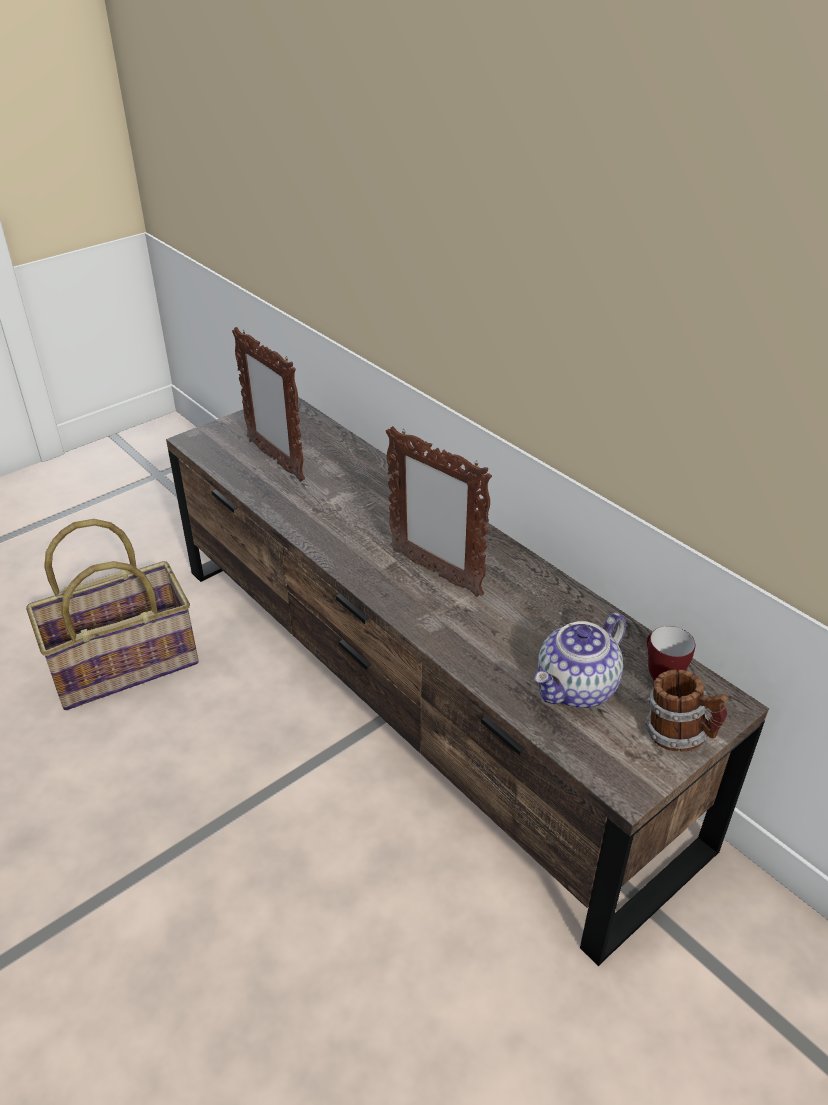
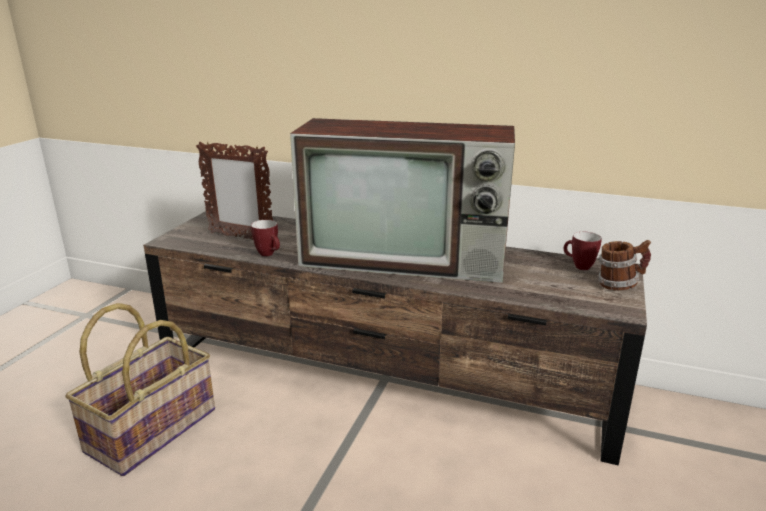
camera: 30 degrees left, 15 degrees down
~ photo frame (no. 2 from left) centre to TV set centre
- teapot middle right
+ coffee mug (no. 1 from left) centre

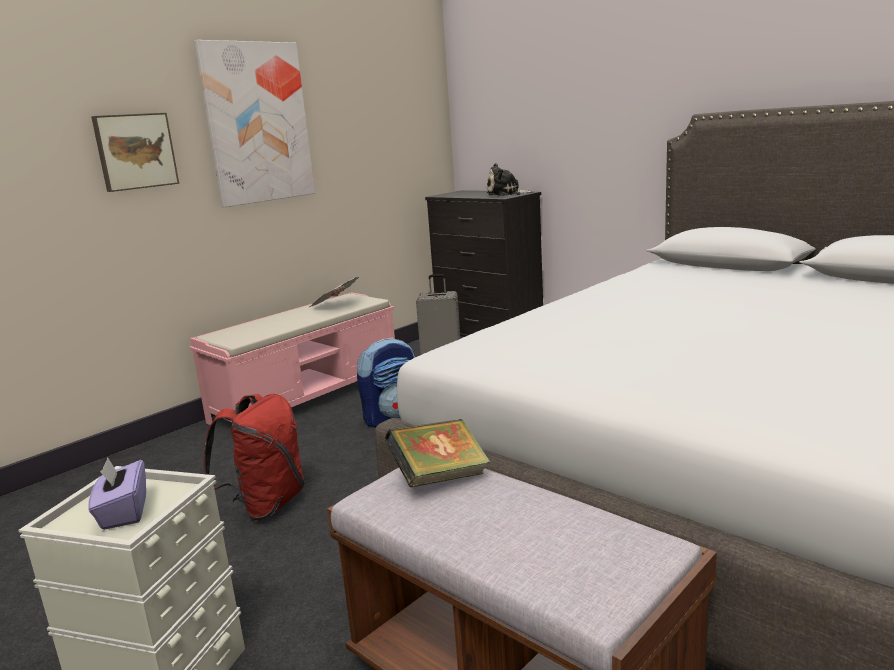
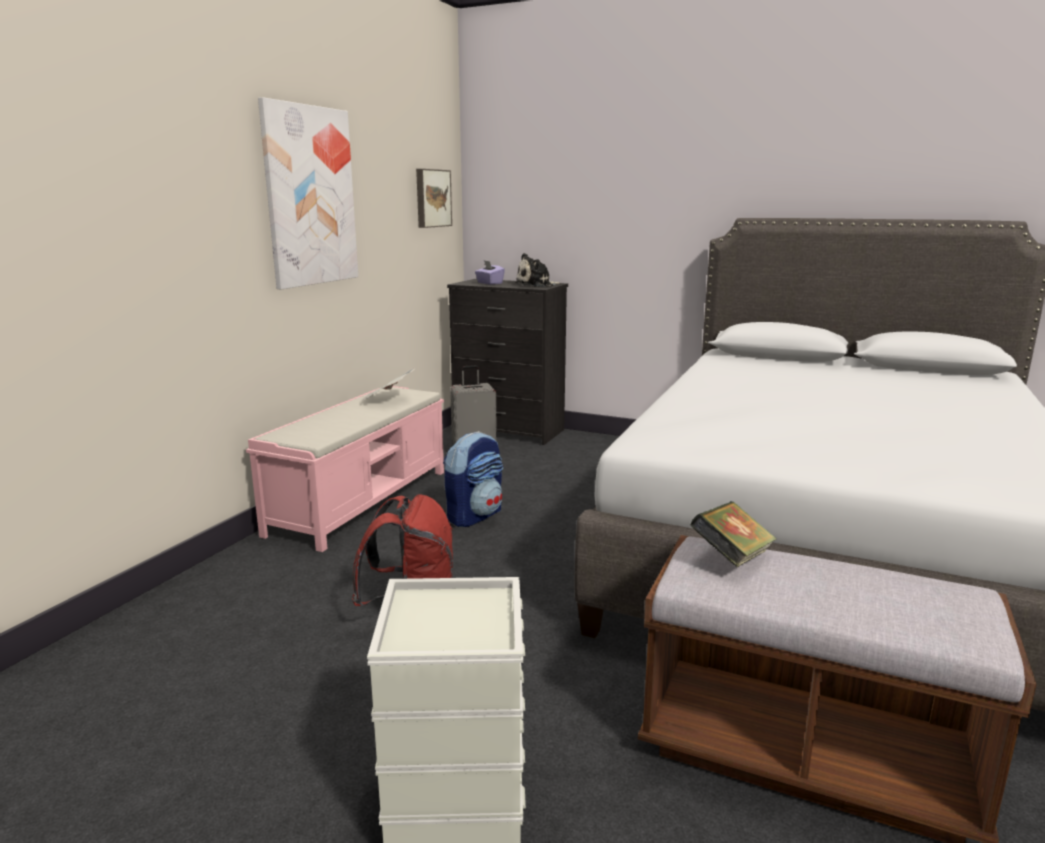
camera: 20 degrees left, 0 degrees up
~ wall art (no. 1 from left in the first image) top left to wall art (no. 2 from left) top centre
~ purple tissue holder bottom left to top centre

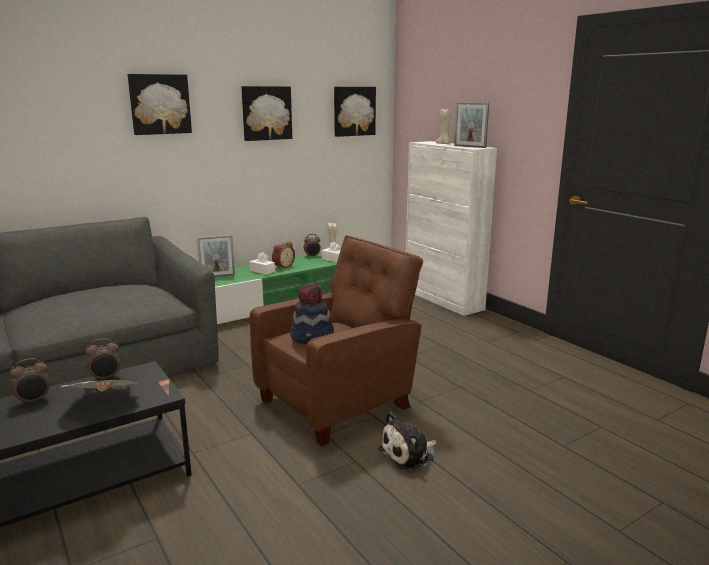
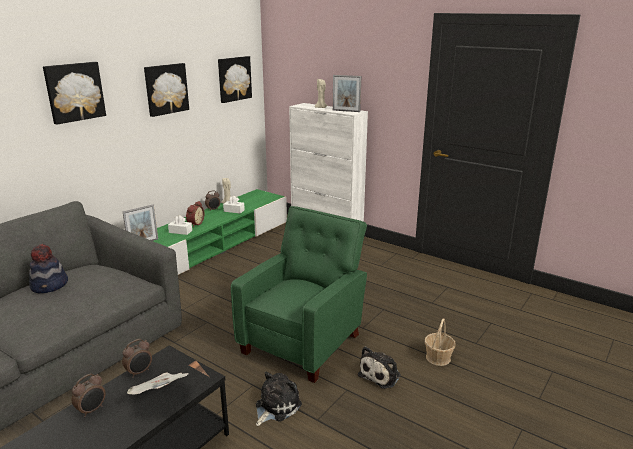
camera: 20 degrees left, 5 degrees up
~ brown-coloured lounge chair centre to green-coloured lounge chair centre
~ wearable hat centre to middle left
+ storage basket bottom right
+ plush toy (no. 1 from left) bottom centre

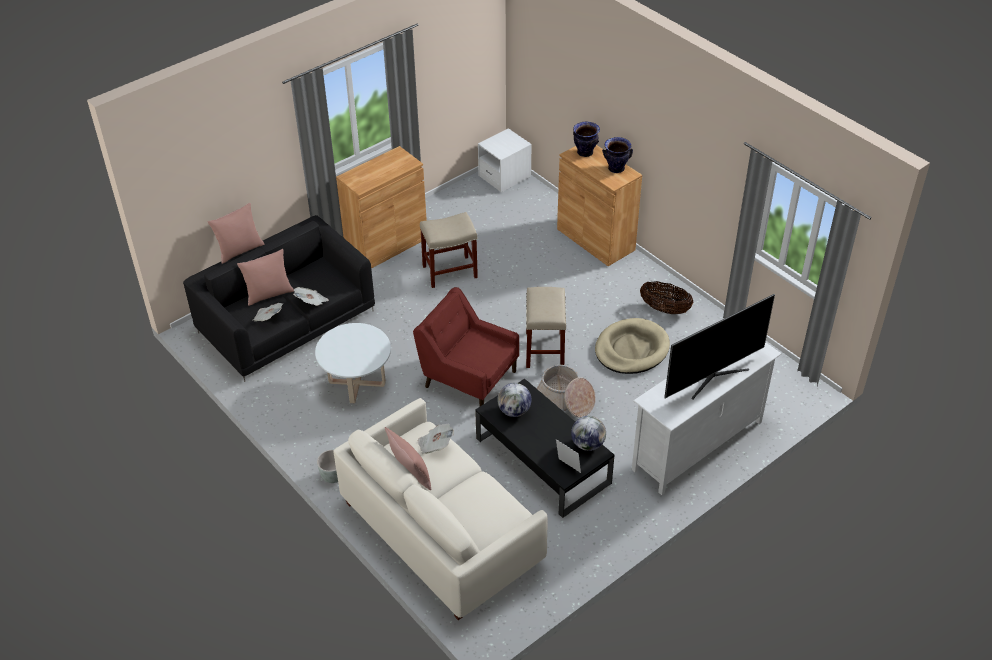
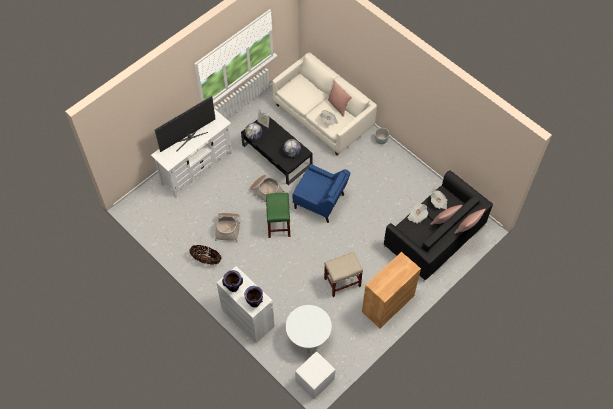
camera: 175 degrees right, 15 degrees up
~ brown-coloured cabinet (no. 2 from left) top centre to white cabinet bottom centre
~ reddish lounge chair centre to bluish lounge chair centre
~ beige stool seat (no. 2 from left) centre to green-coloured stool seat centre
~ beige pet bed centre to storage basket (no. 2 from left) centre
~ white coffee table centre to bottom centre

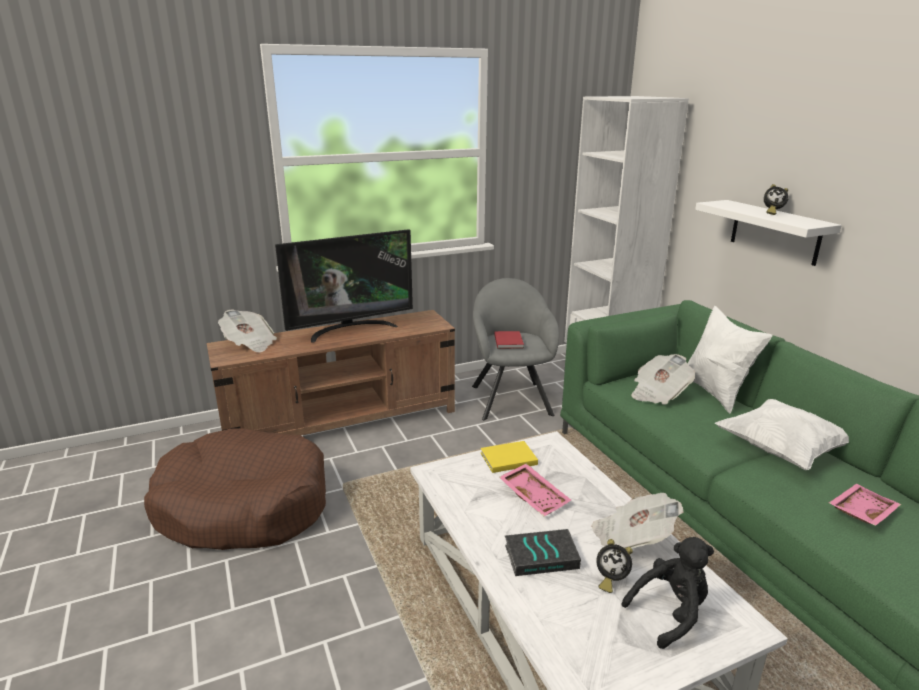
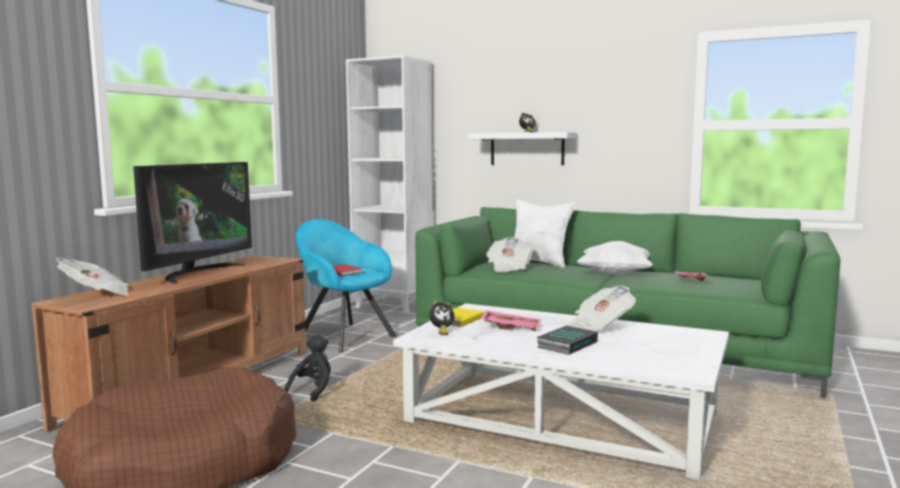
camera: 40 degrees left, 15 degrees down
~ gray lounge chair centre to turquoise lounge chair centre
~ black plush toy bottom right to bottom centre
~ bedside clock (no. 1 from left) bottom right to centre

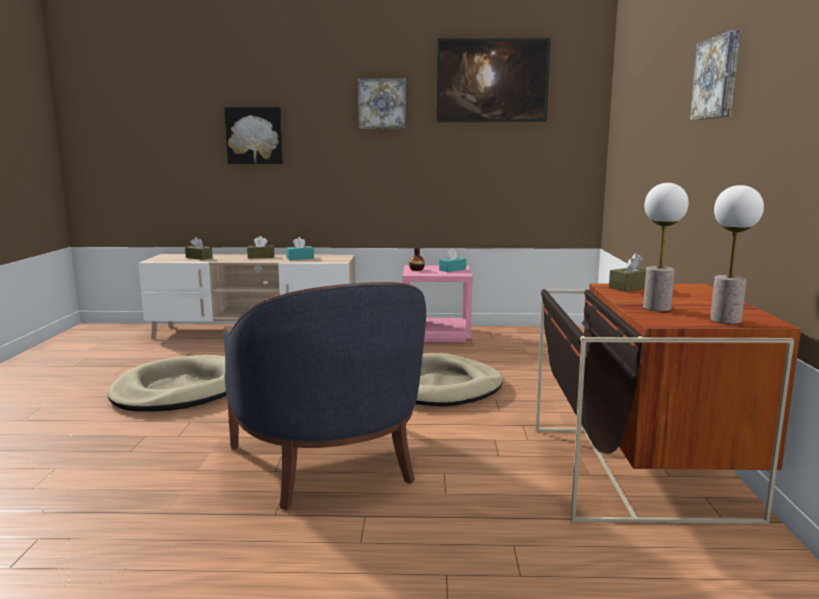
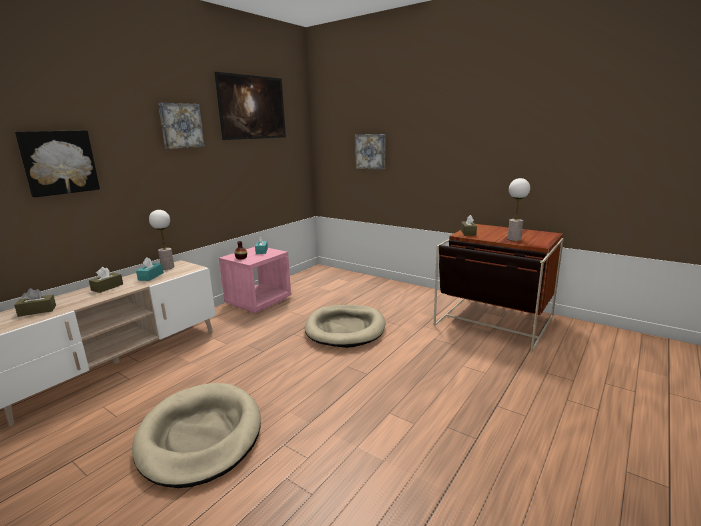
camera: 55 degrees left, 5 degrees up
~ wall art (no. 4 from left) top right to top centre
~ lamp for a table (no. 2 from left in the first image) middle right to lamp for a table (no. 1 from left) middle left
- bluish lounge chair centre

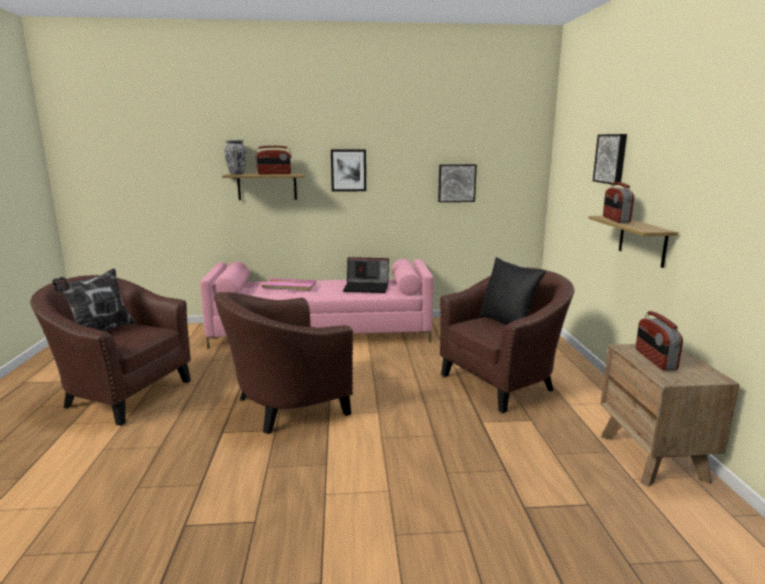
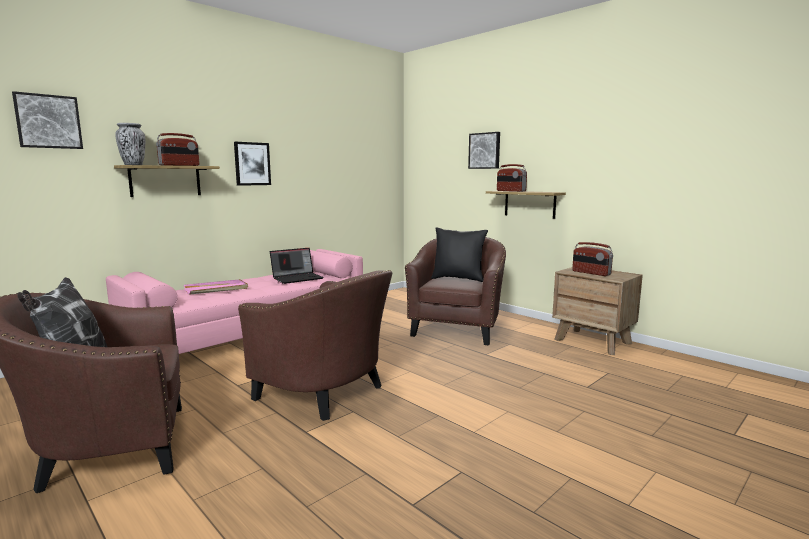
camera: 40 degrees left, 5 degrees down
~ wall art (no. 2 from left in the first image) top centre to wall art (no. 1 from left) top left
~ brown-coloured lounge chair (no. 2 from left) centre = centre 75 degrees counterclockwise

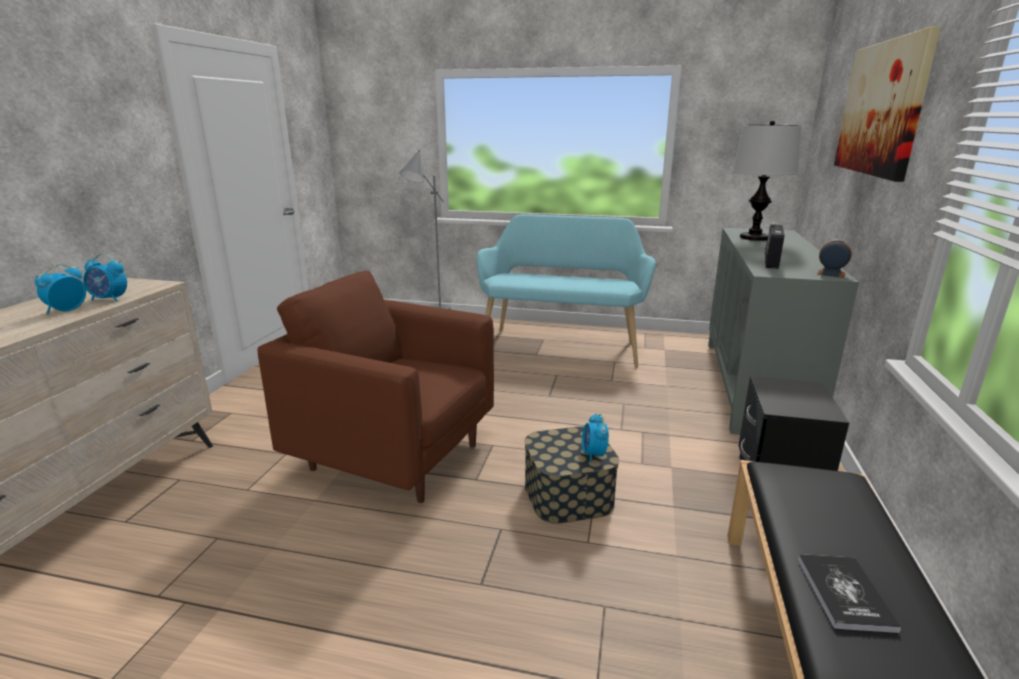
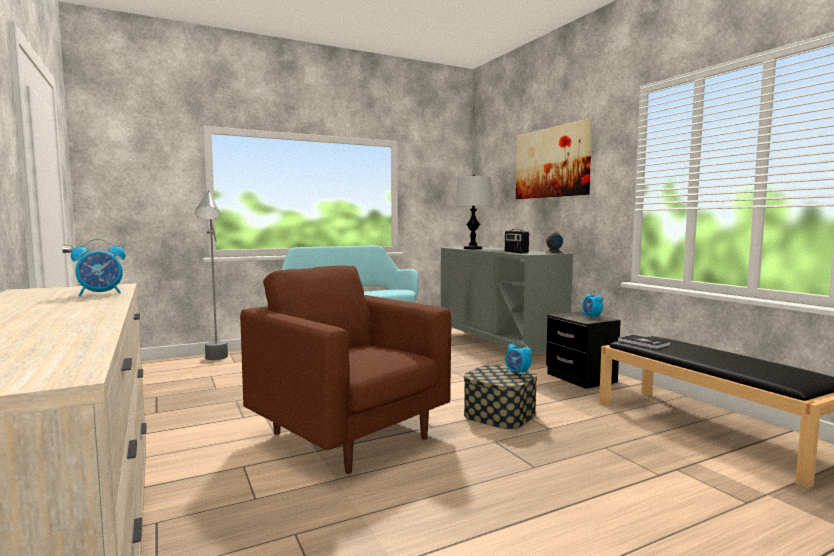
camera: 40 degrees left, 15 degrees down
~ bedside clock (no. 1 from left in the first image) middle left to bedside clock (no. 4 from left) middle right
~ brown-coloured lounge chair centre = centre 60 degrees clockwise
~ bound book bottom right to middle right

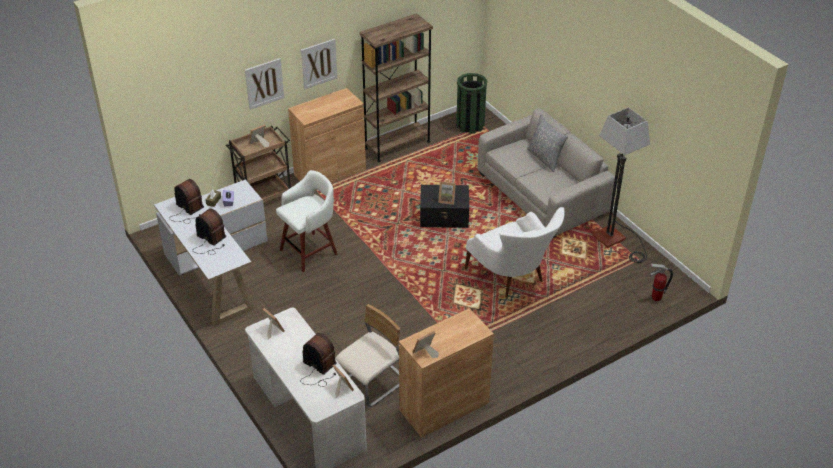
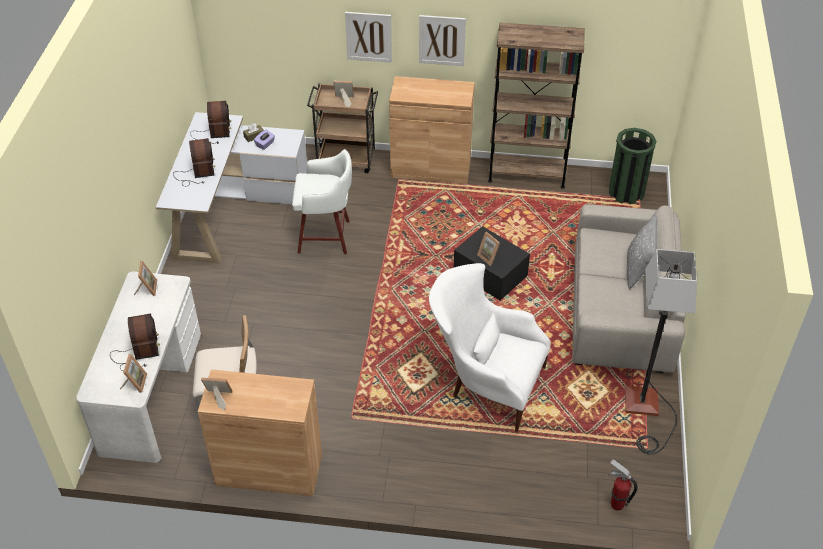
camera: 40 degrees right, 5 degrees up
~ white lounge chair centre = centre 105 degrees clockwise

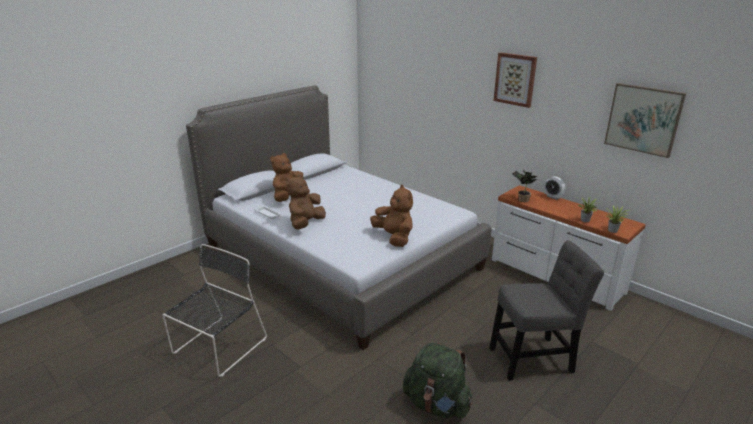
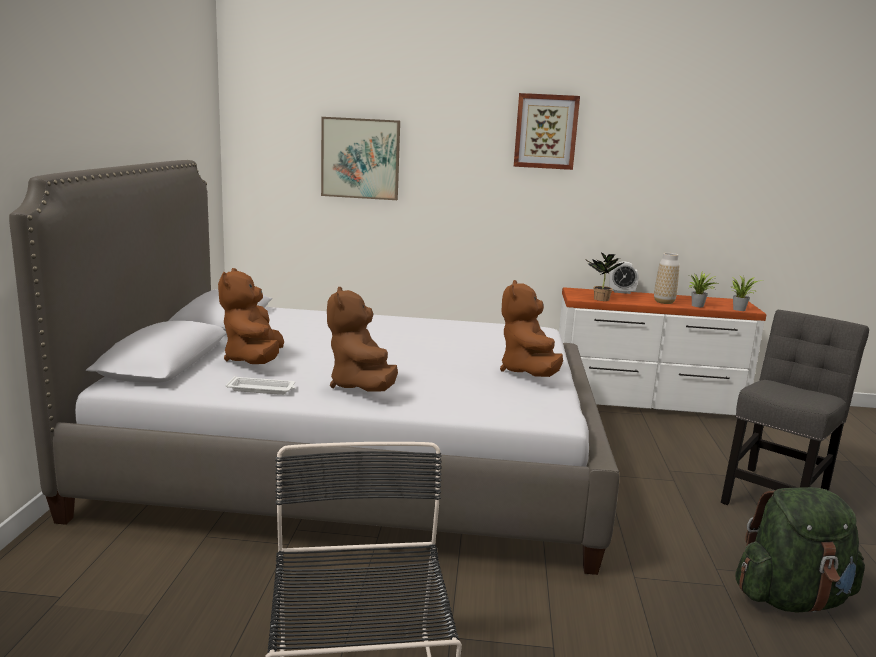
camera: 40 degrees left, 10 degrees down
~ wall art (no. 2 from left in the first image) top right to wall art (no. 1 from left) top centre
~ brown-coloured plush toy (no. 3 from left) centre = centre 105 degrees counterclockwise
+ decorative vase middle right

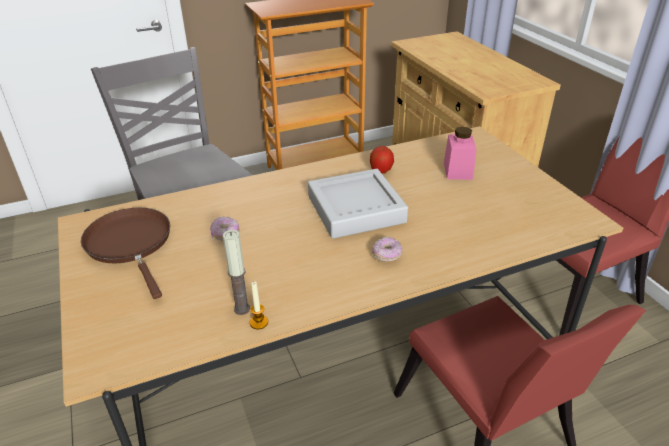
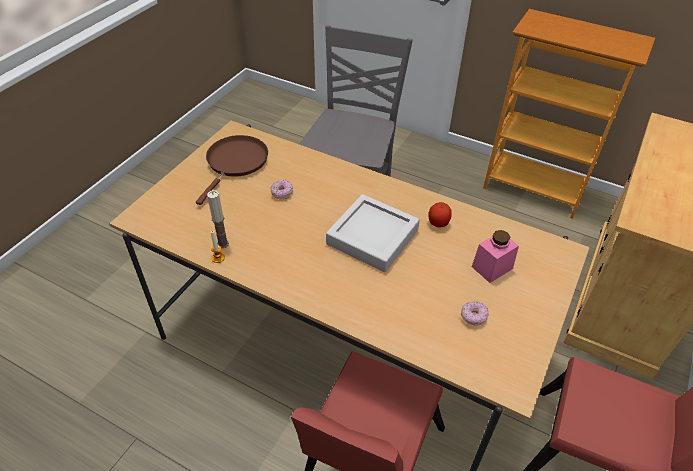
camera: 50 degrees right, 10 degrees up
~ doughnut (no. 2 from left) centre to middle right

